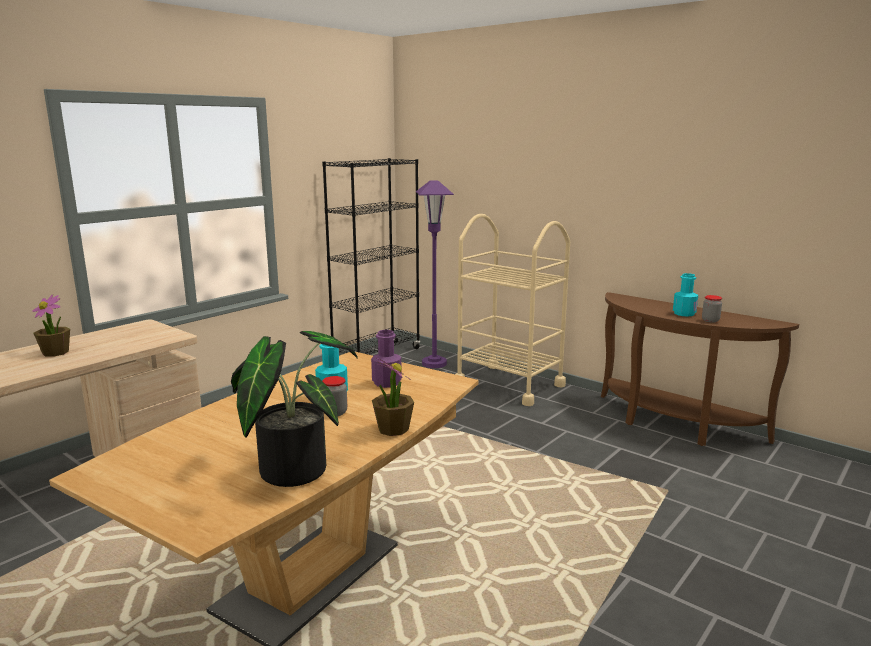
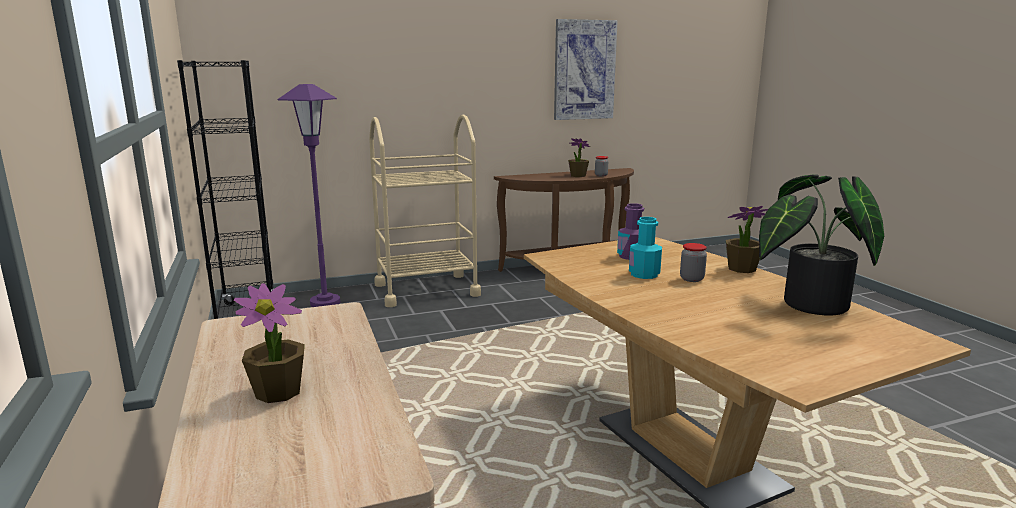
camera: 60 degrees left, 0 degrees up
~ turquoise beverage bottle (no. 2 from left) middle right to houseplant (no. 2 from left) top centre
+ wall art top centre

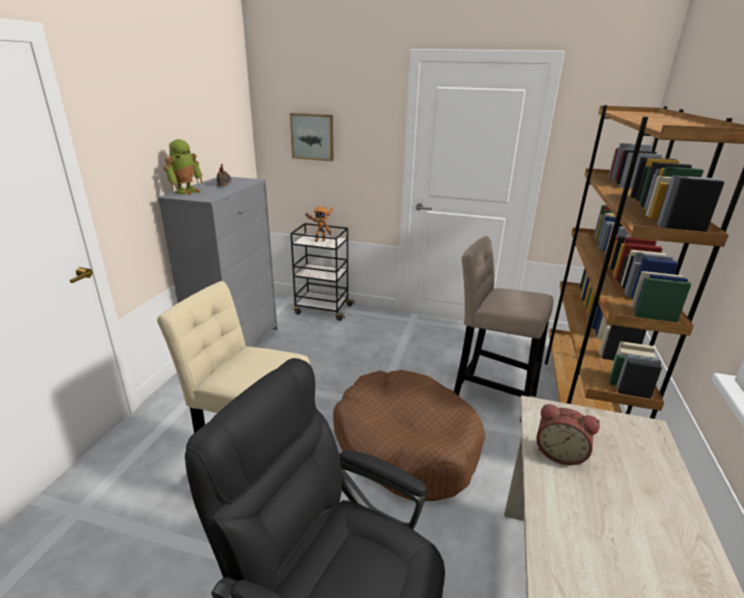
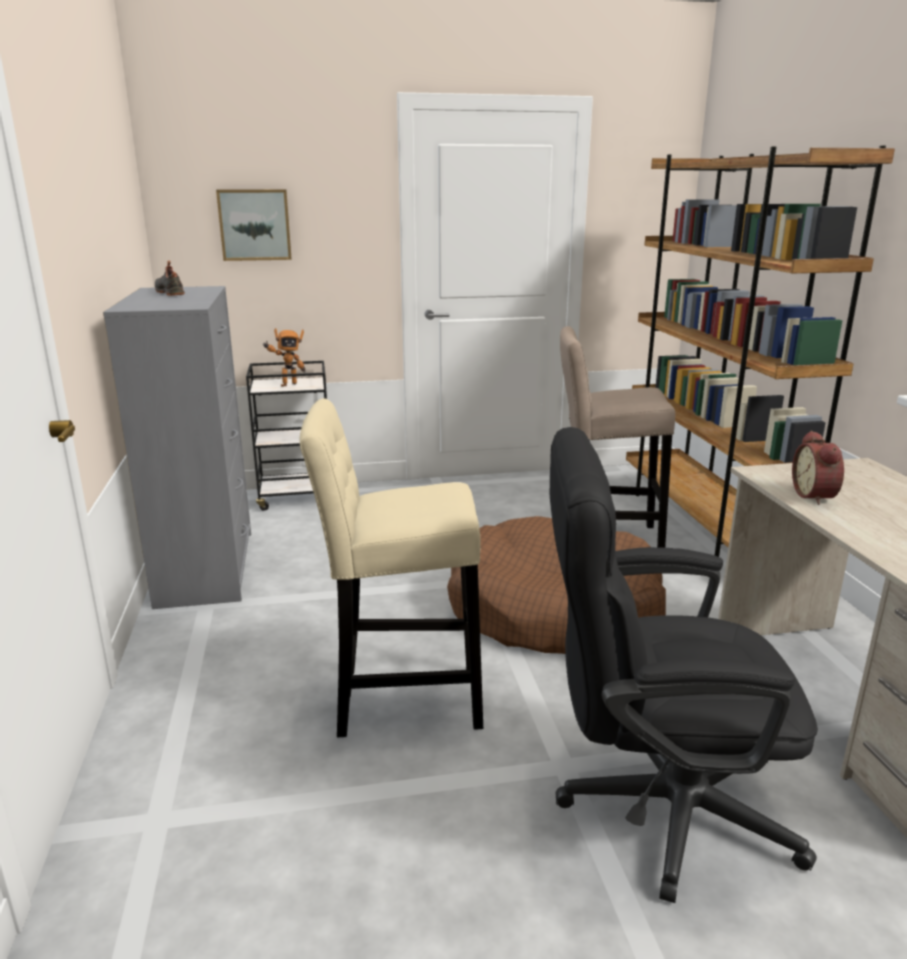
camera: 25 degrees left, 5 degrees down
- robot figure (no. 1 from left) top left
~ bedside clock bottom right = middle right 90 degrees clockwise

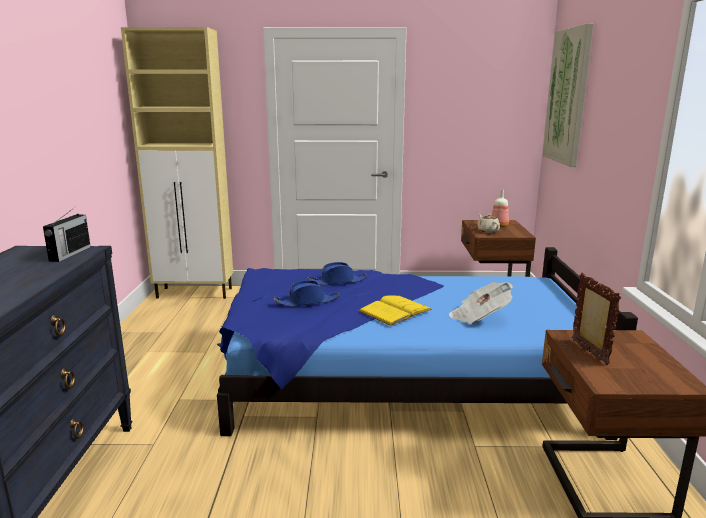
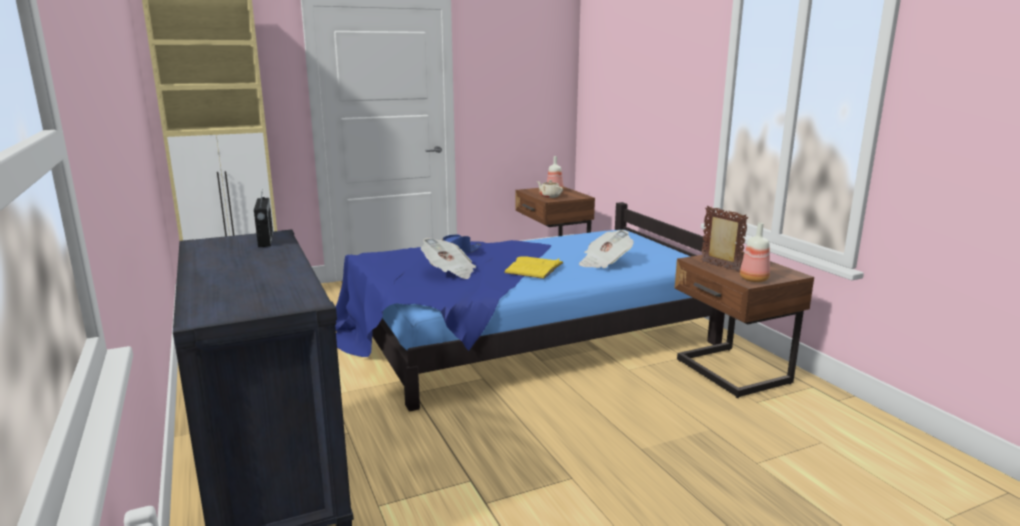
camera: 25 degrees left, 0 degrees up
- wall art top right
~ bluish wearable hat (no. 1 from left) centre to daily paper (no. 1 from left) centre
+ beverage bottle (no. 2 from left) middle right

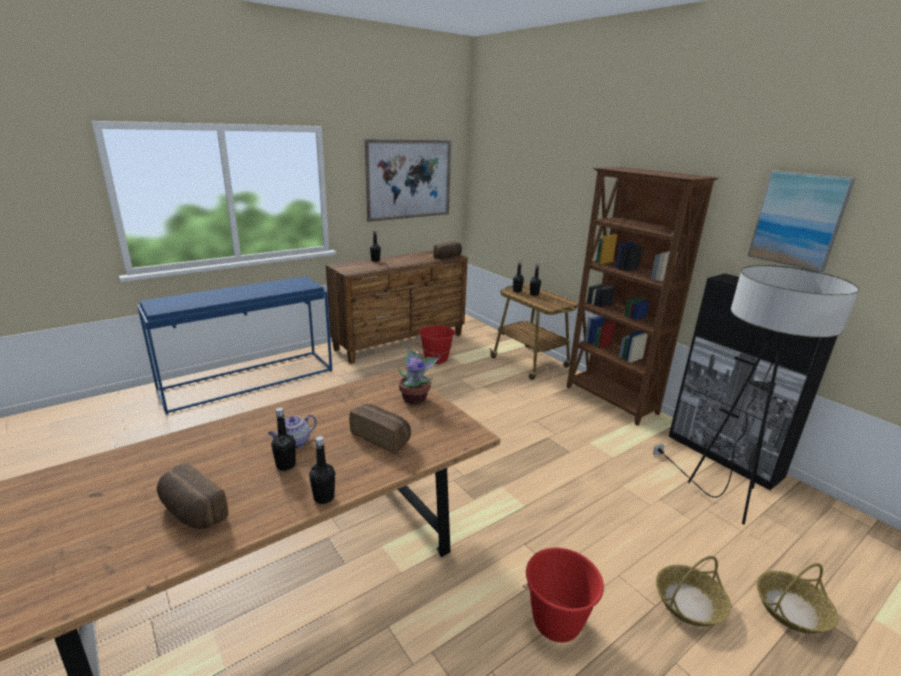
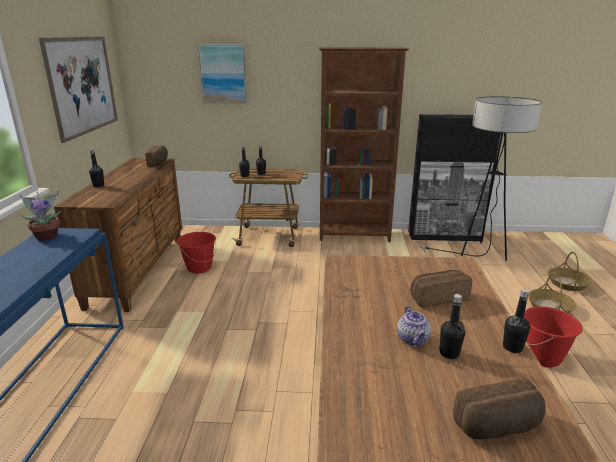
camera: 50 degrees left, 0 degrees up
~ wall art (no. 2 from left) top right to top centre
~ houseplant centre to middle left

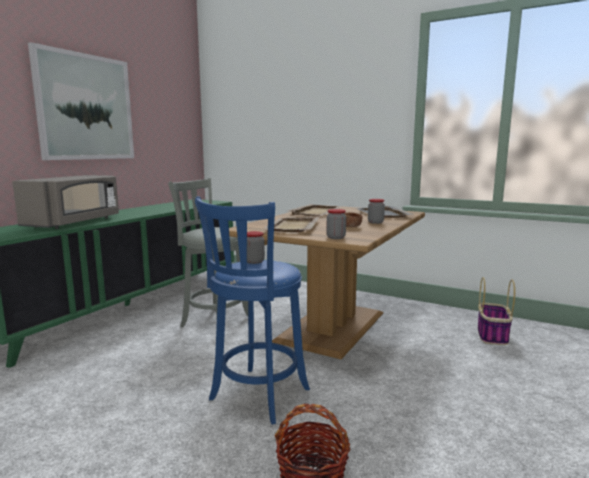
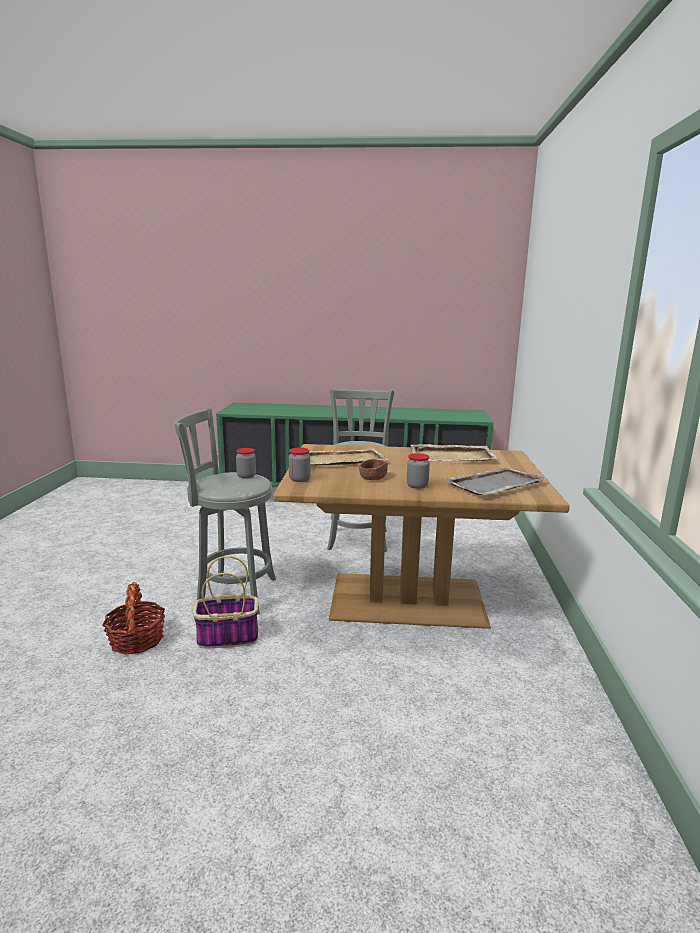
camera: 65 degrees right, 5 degrees up
- wall art top left
- gray microwave middle left
~ bluish stool seat centre to gray stool seat (no. 1 from left) middle left
~ storage basket (no. 2 from left) middle right to middle left

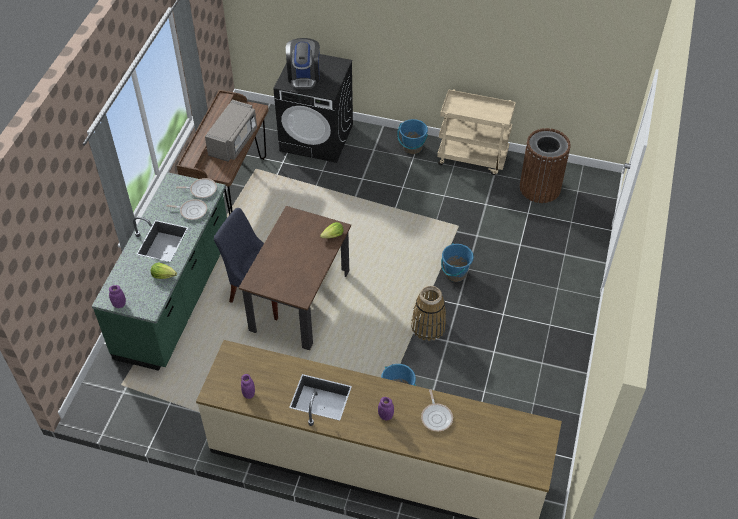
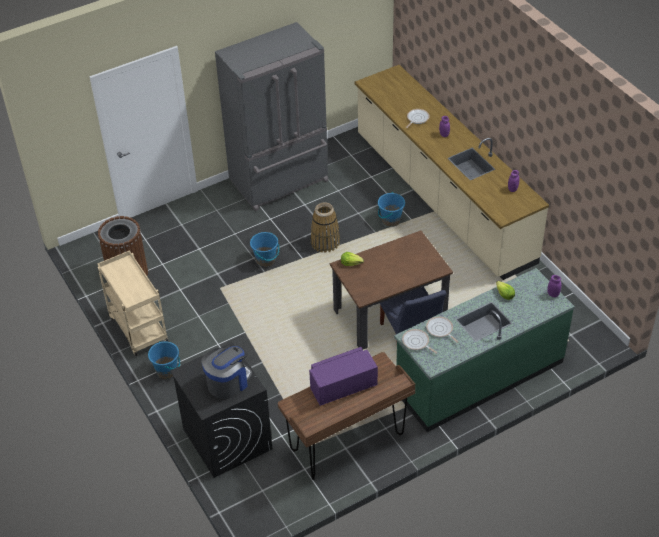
camera: 135 degrees left, 5 degrees down
~ gray microwave top left to purple microwave bottom centre
+ gray fridge top centre

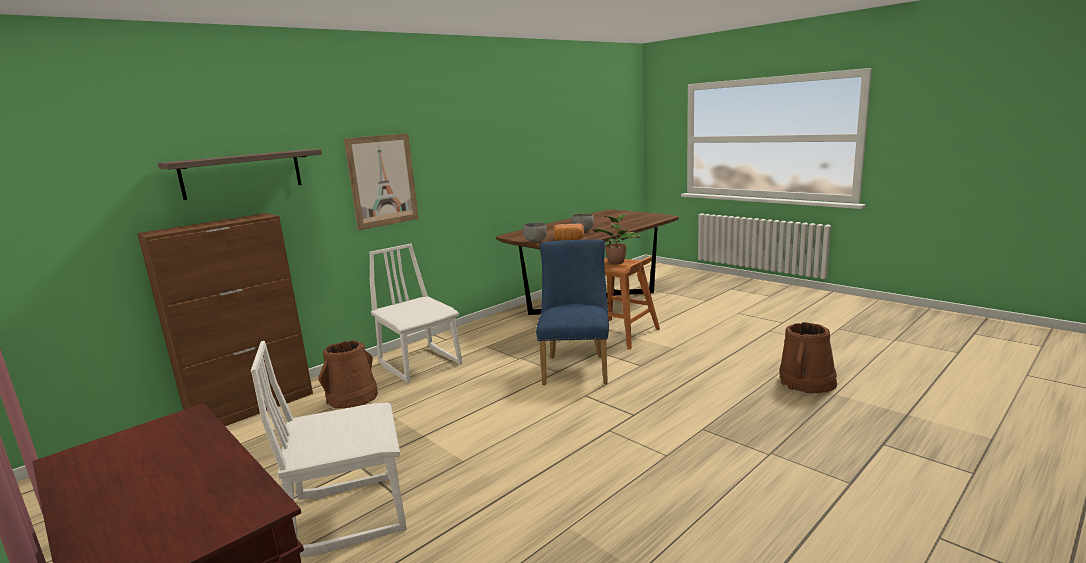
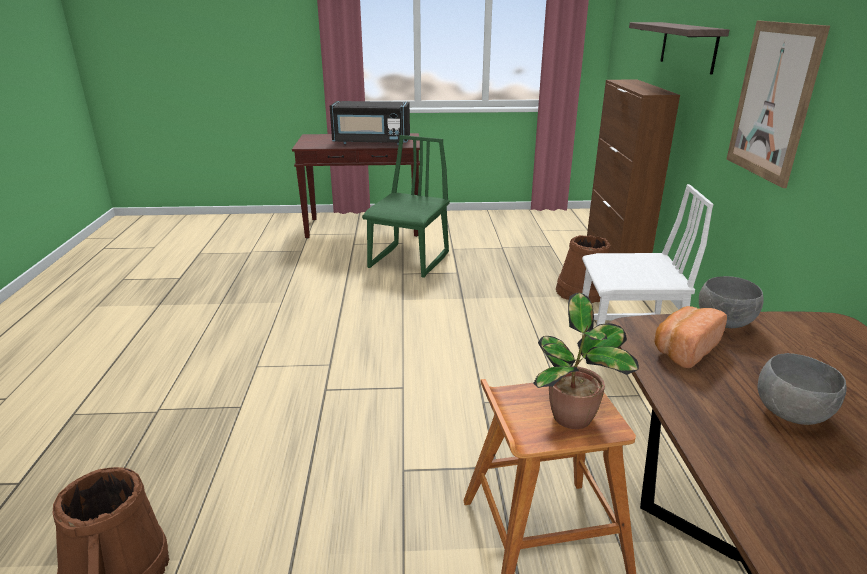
camera: 130 degrees right, 10 degrees up
- bluish upright chair centre
~ white upright chair (no. 1 from left) bottom left to green-coloured upright chair centre
+ black microwave top centre

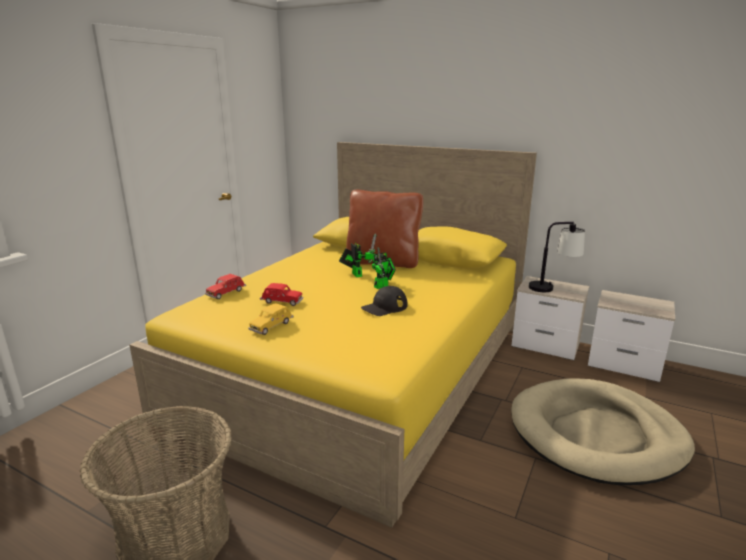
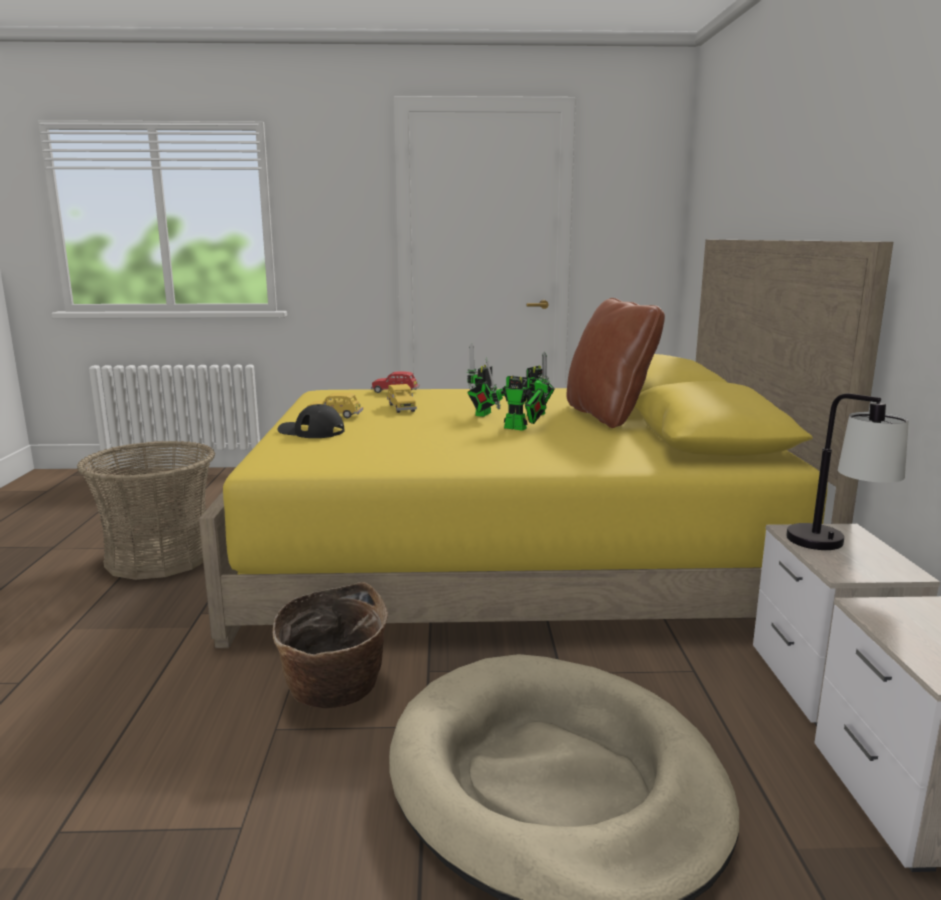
camera: 60 degrees right, 5 degrees down
~ reddish model car (no. 2 from left) centre to yellow model car (no. 2 from left) centre
~ black baseball cap centre to middle left
+ robot figure (no. 1 from left) centre
+ storage basket (no. 2 from left) bottom centre

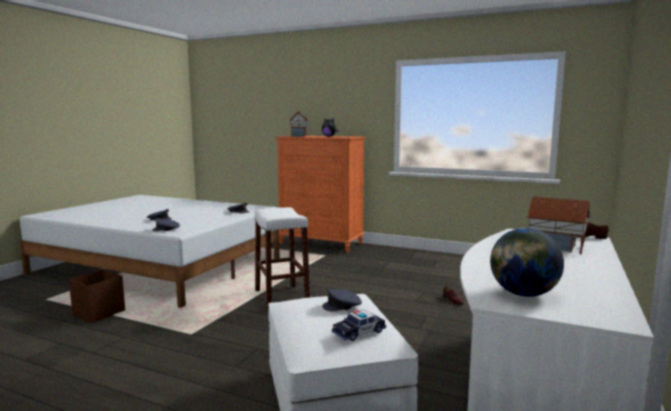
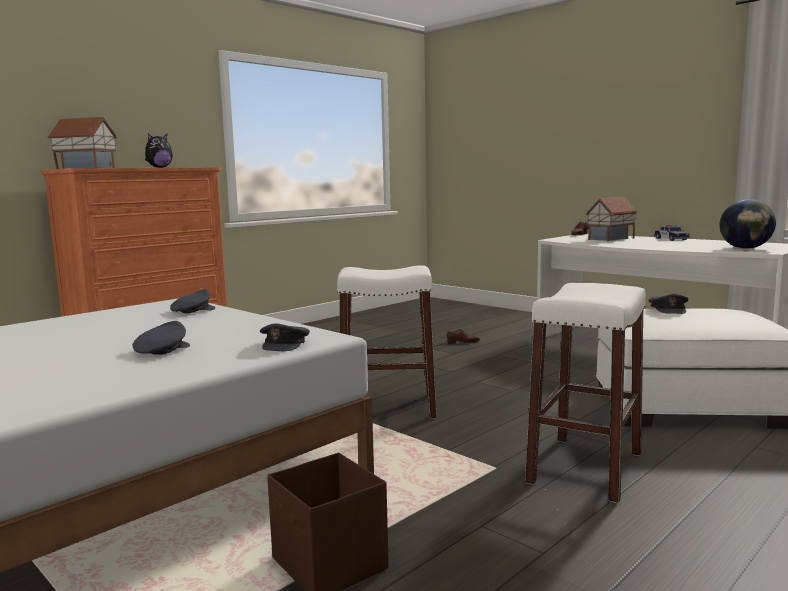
camera: 70 degrees left, 0 degrees up
~ model car bottom centre to middle right
+ white stool seat (no. 2 from left) middle right

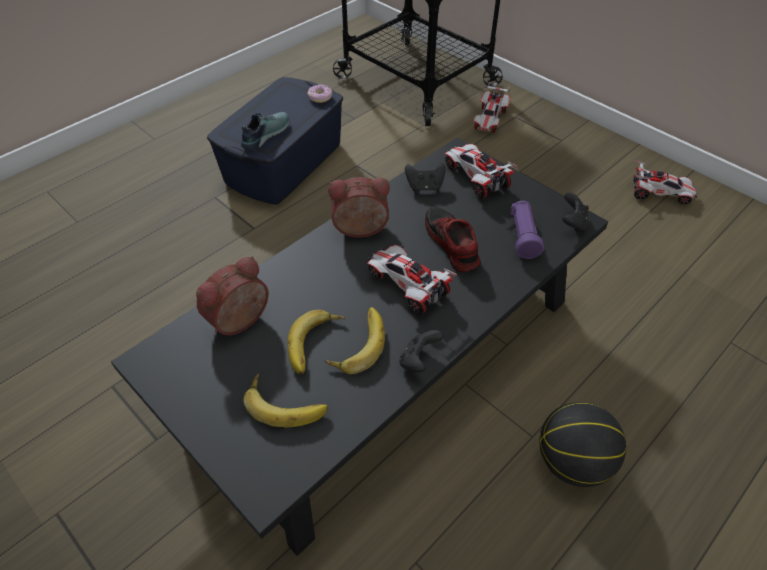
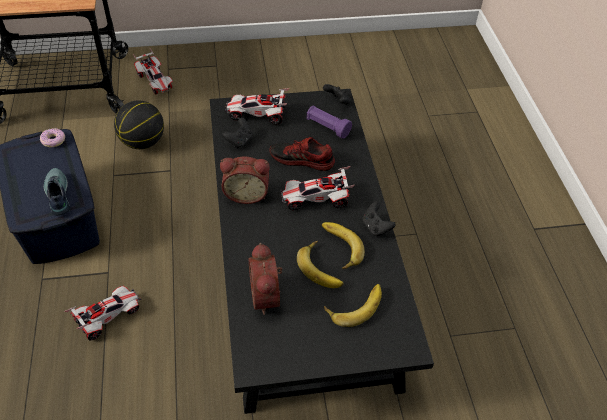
camera: 55 degrees left, 0 degrees up
~ model car (no. 4 from left in the first image) top right to model car (no. 1 from left) bottom left
~ bedside clock (no. 2 from left in the first image) centre = centre 120 degrees counterclockwise
~ basketball ball bottom right to top left

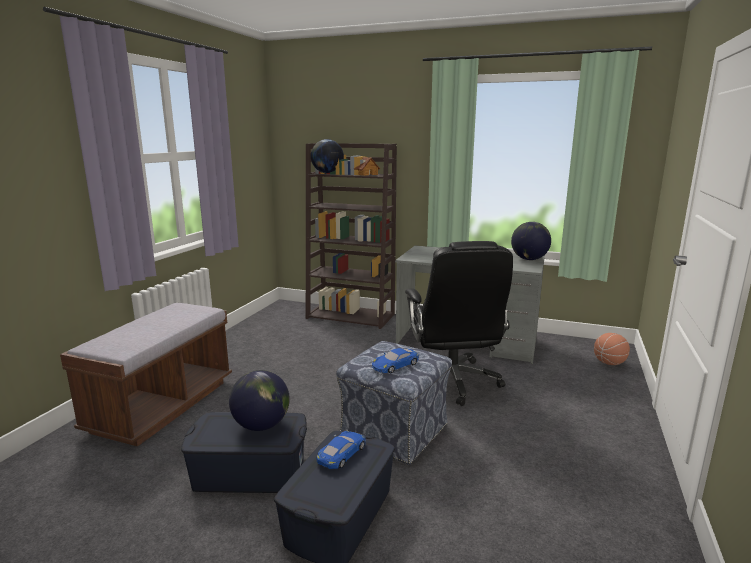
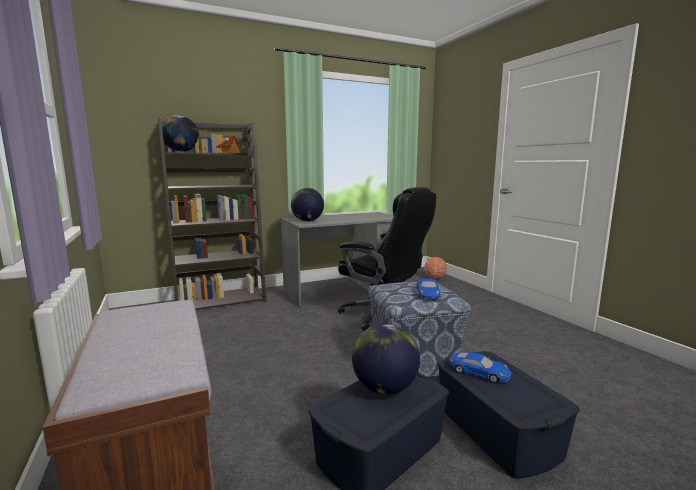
camera: 45 degrees left, 5 degrees down
~ desk globe (no. 3 from left in the first image) middle right to desk globe (no. 2 from left) centre
~ bluish model car (no. 1 from left in the first image) bottom centre = bottom right 135 degrees clockwise

